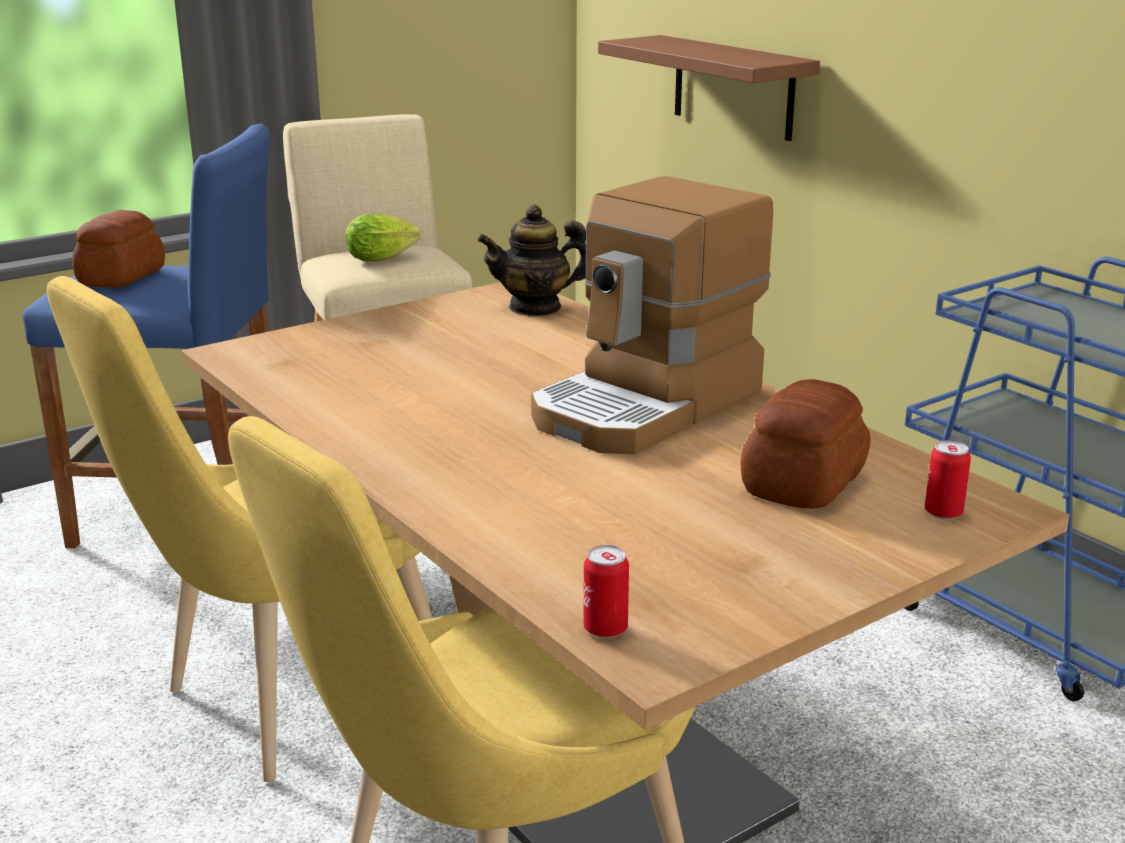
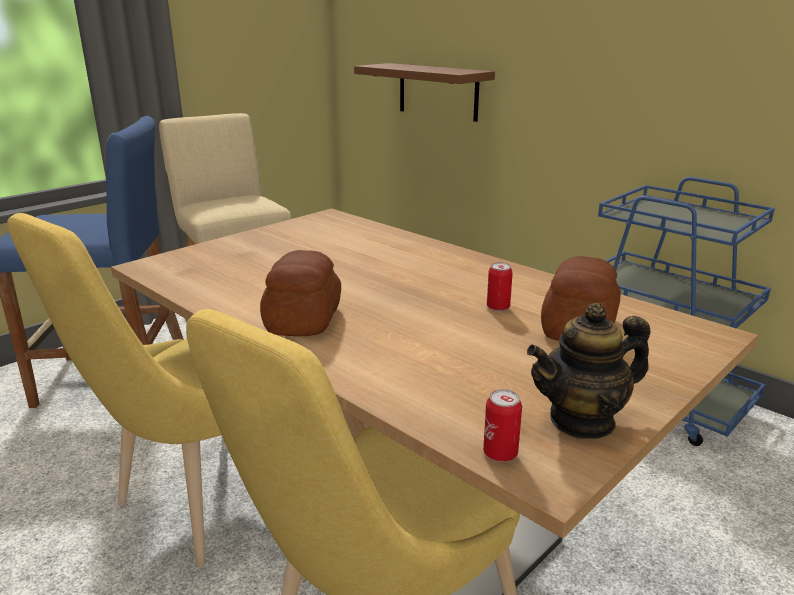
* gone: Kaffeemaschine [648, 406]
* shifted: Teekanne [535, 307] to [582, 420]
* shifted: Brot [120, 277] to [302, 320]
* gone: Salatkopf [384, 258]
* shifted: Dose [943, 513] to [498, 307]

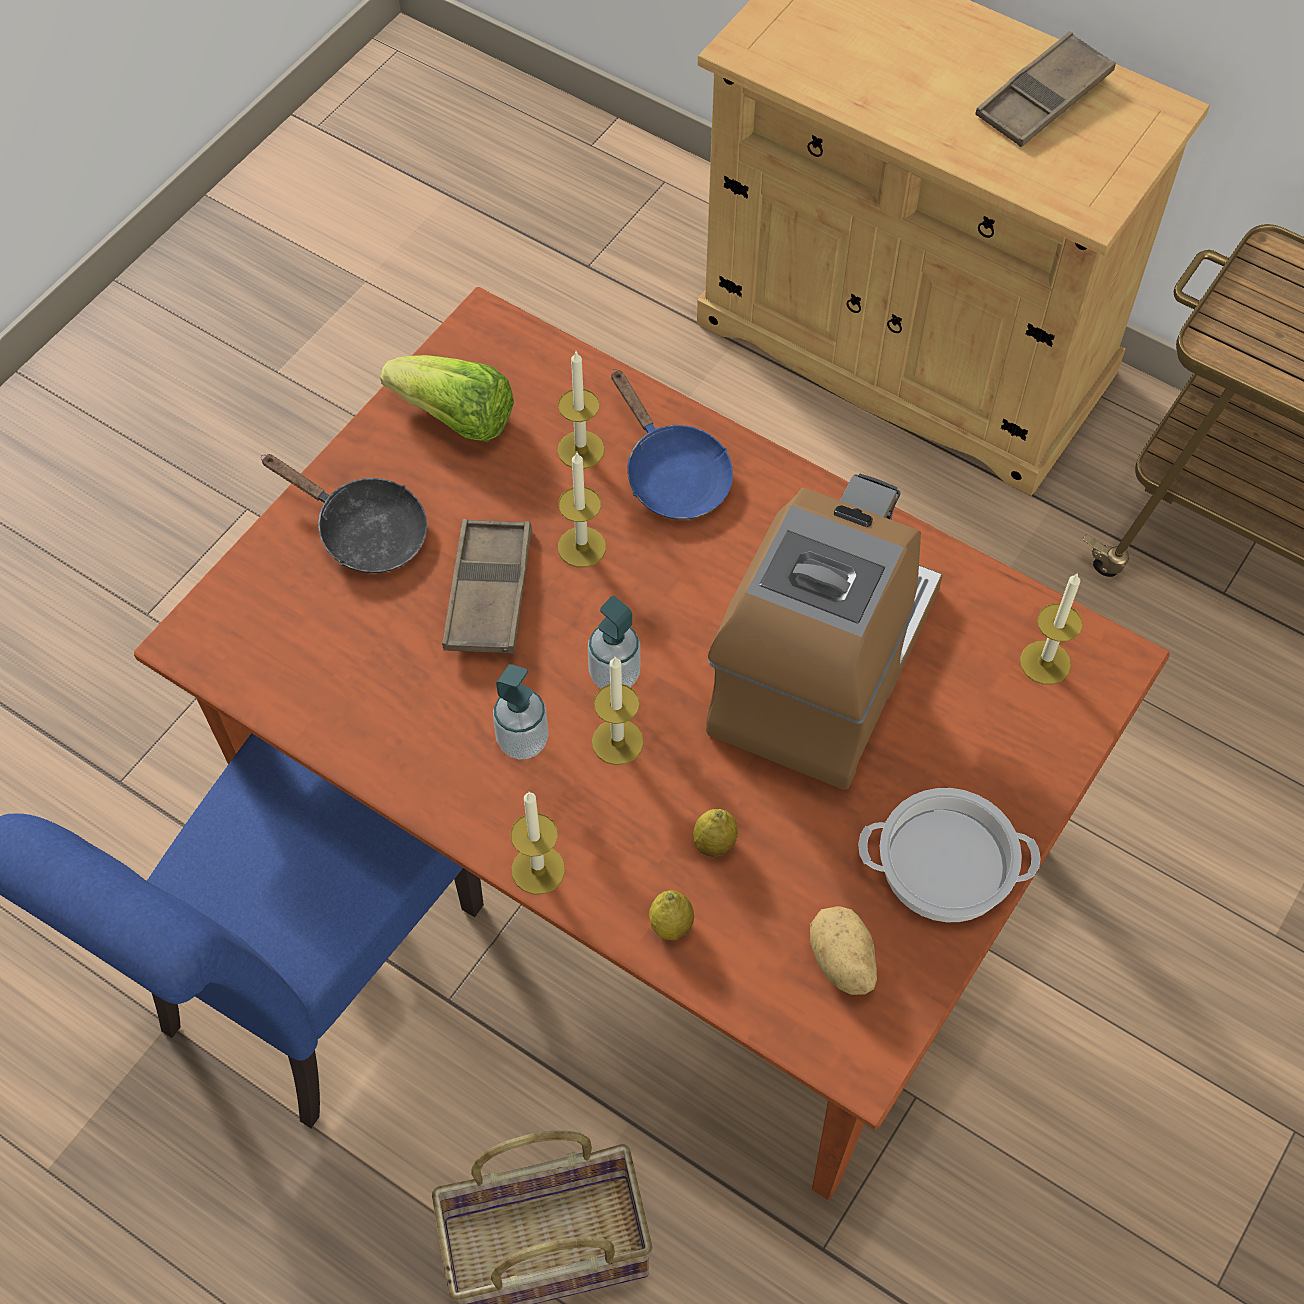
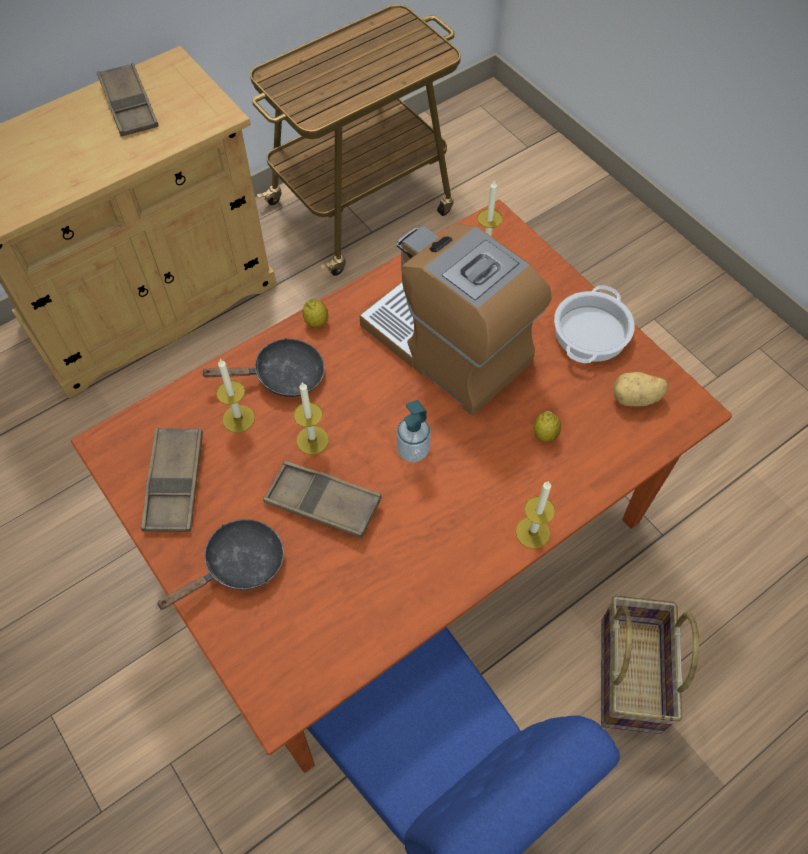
* swapped: Salatkopf [455, 418] to Tablett/braun [175, 483]
* repainted: Pfanne/blau [672, 474] to Pfanne/schwarz [282, 376]
* gone: Kerze [617, 742]
* gone: Seifenspender [523, 741]
* shifted: Zitrone [671, 925] to [316, 322]

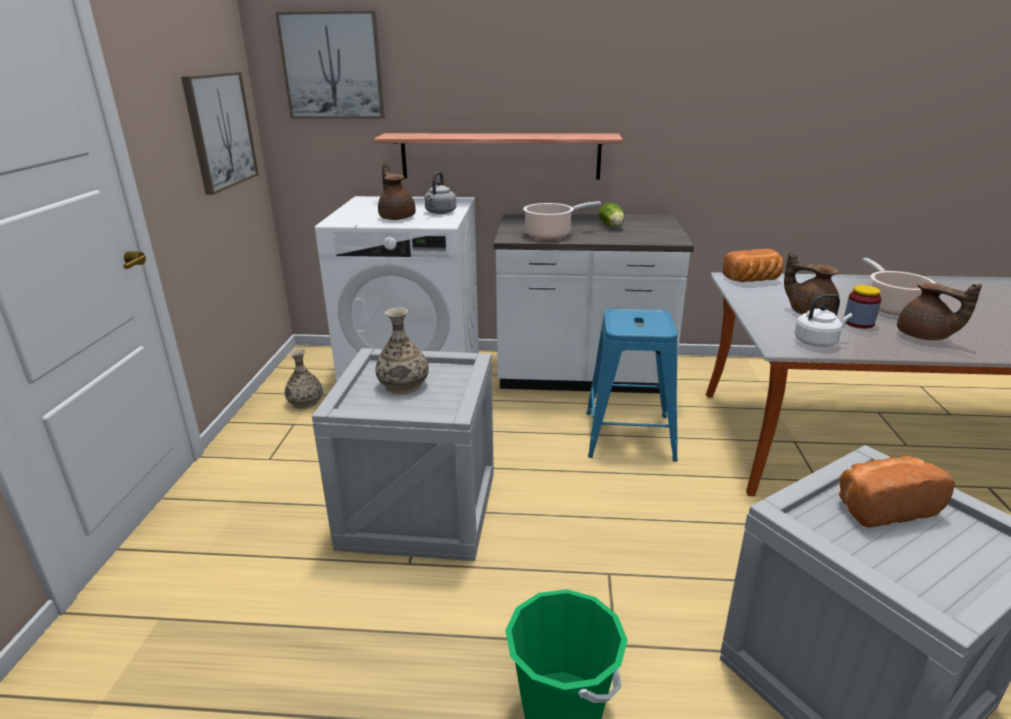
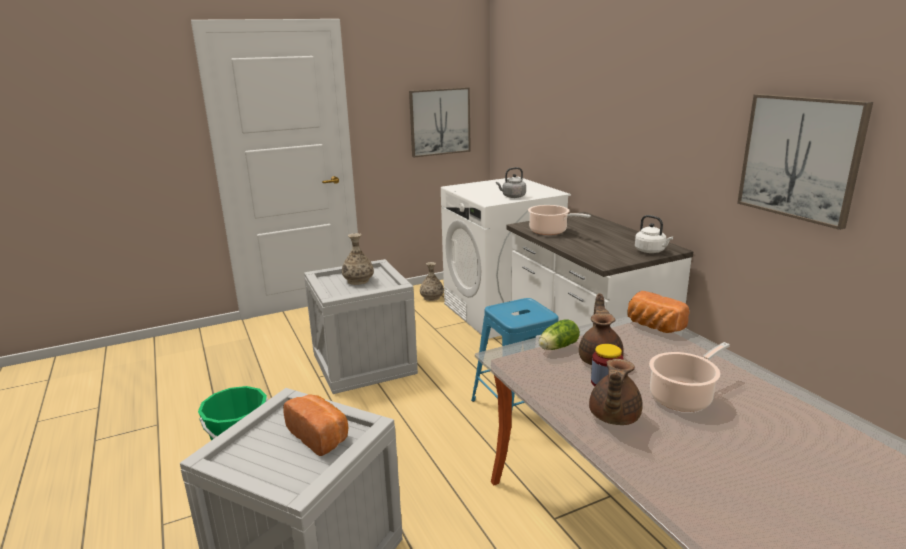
* shifted: Bild [332, 66] to [800, 158]
* gone: Wandregal [500, 156]
* gone: Teekanne/braun [397, 217]
* shifted: Salatkopf [612, 226] to [556, 347]
* shifted: Wasserkessel/weiß [817, 342] to [651, 251]

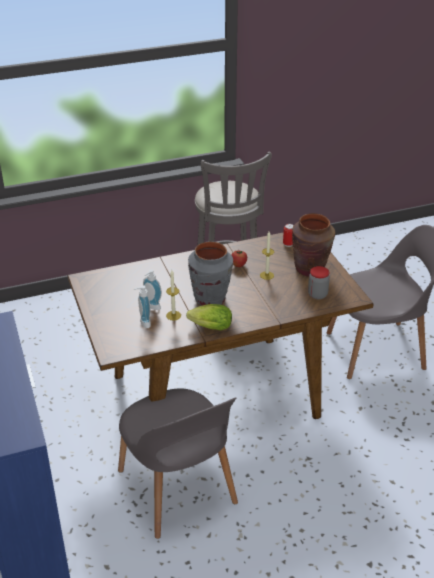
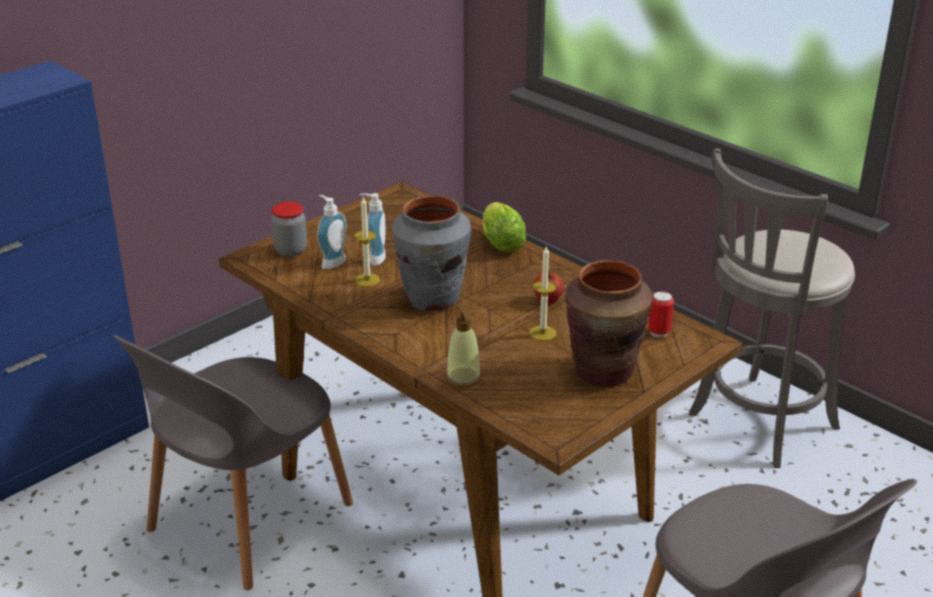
* shifted: Vorratsglas [317, 295] to [291, 250]
* shifted: Salatkopf [208, 327] to [500, 242]
* new: Seifenspender [463, 378]

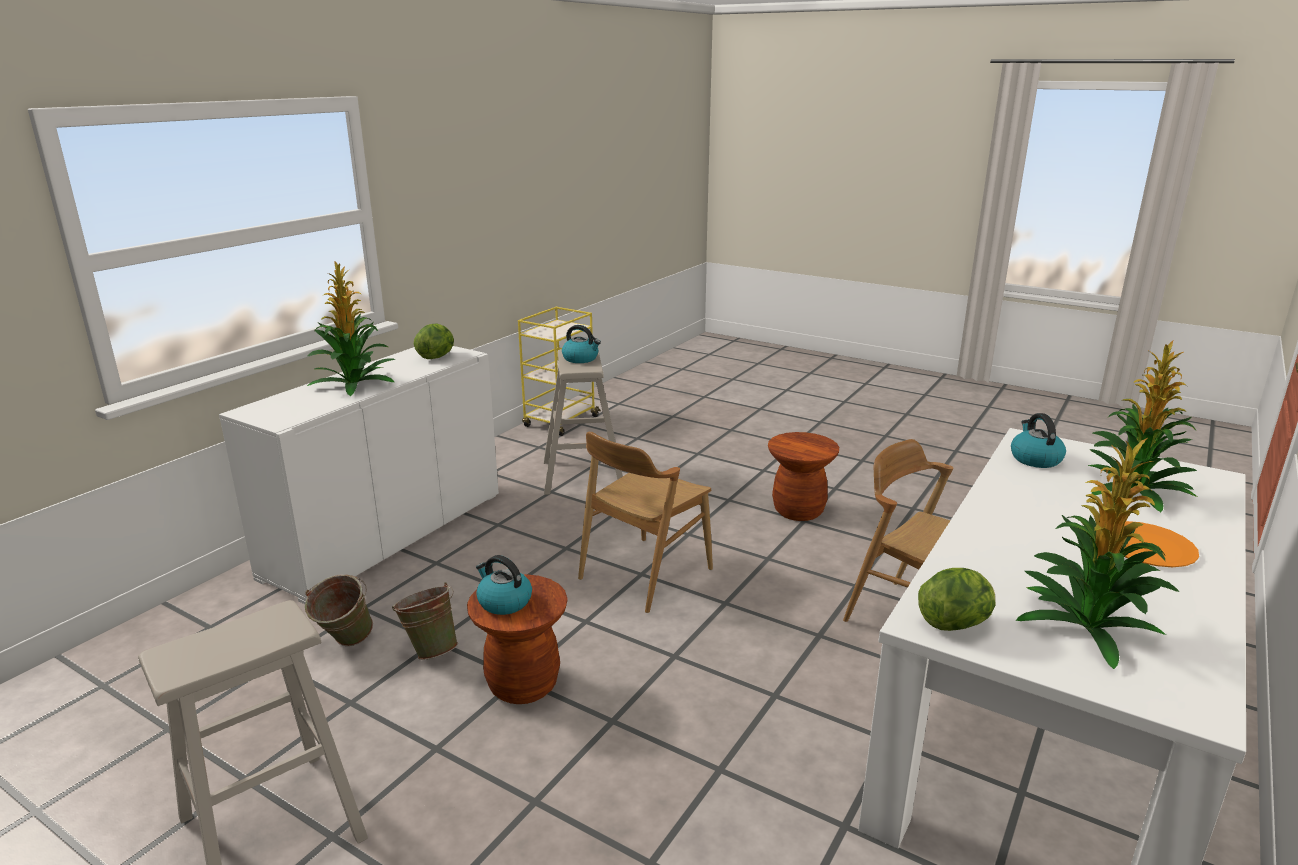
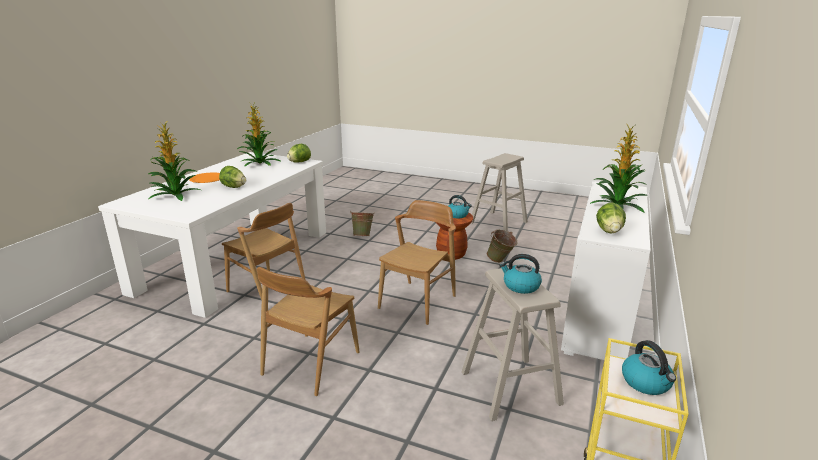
* shifted: Wasserkessel [1035, 459] to [646, 383]
* swapped: Hocker/braun [798, 510] to Stuhl/braun [310, 363]
* shifted: Eimer/grün [345, 644] to [363, 236]
* new: Salatkopf [233, 187]

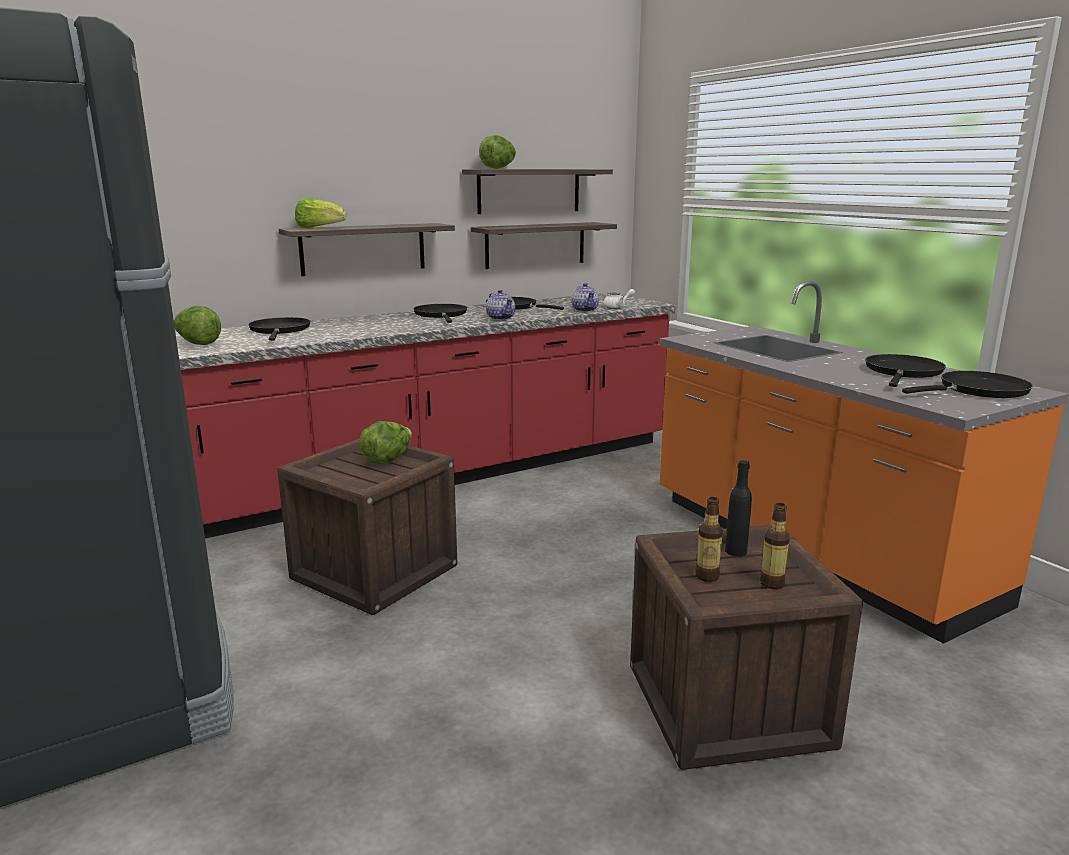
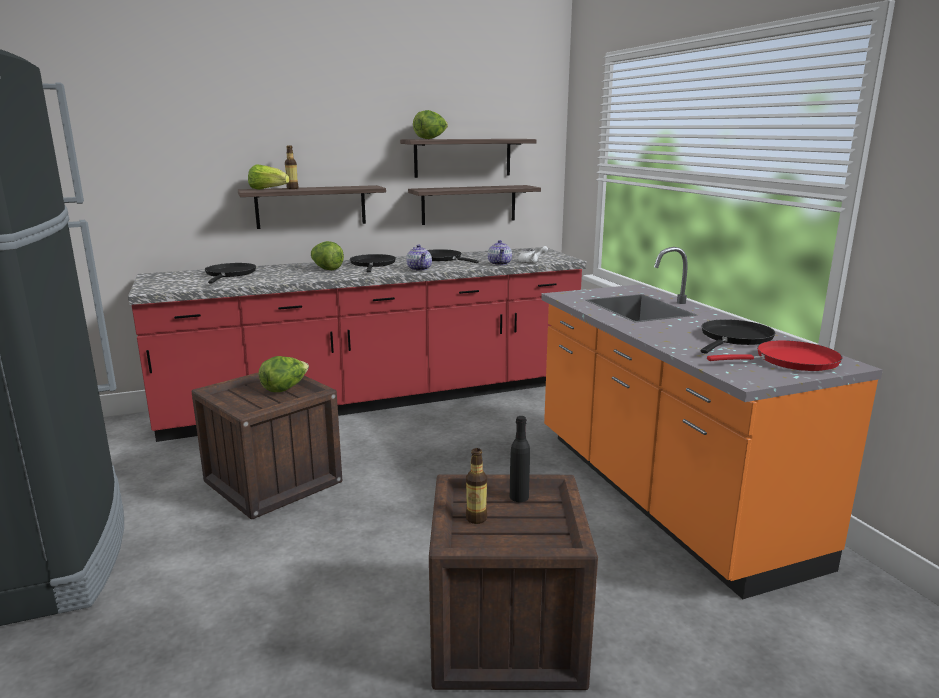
* shifted: Salatkopf [198, 344] to [326, 269]
* repainted: Pfanne/schwarz [978, 390] to Pfanne/rot [791, 361]
* shifted: Flasche [772, 583] to [292, 188]

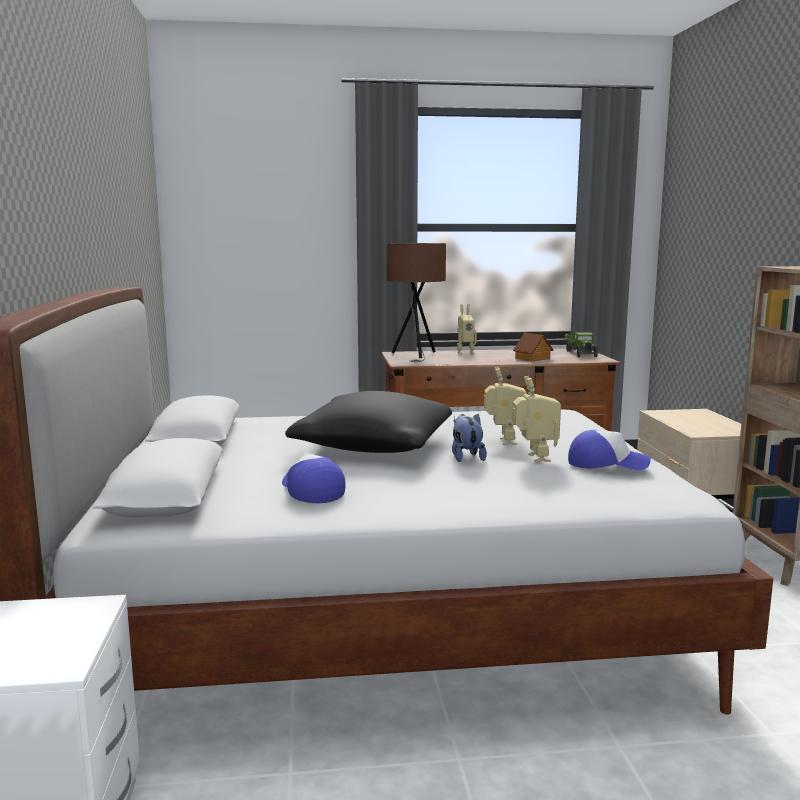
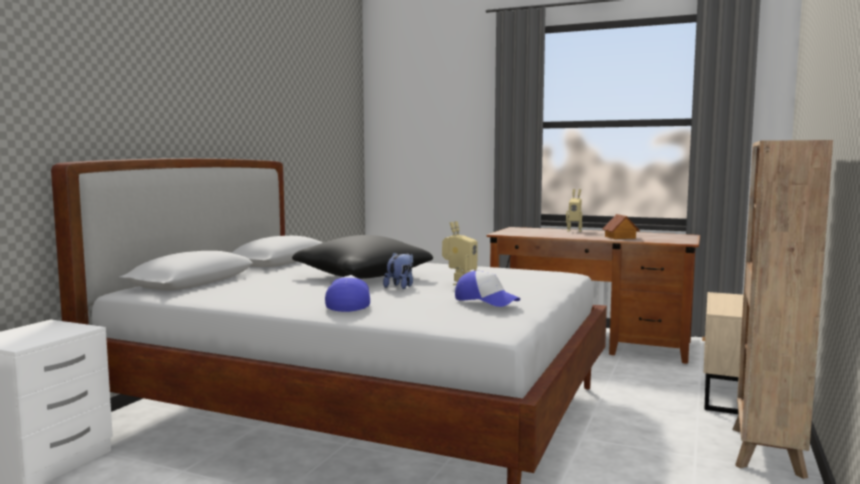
* gone: Tischlampe/braun [415, 356]
* gone: Spielzeuglaster [581, 353]
* gone: Spielzeugroboter [534, 458]
* shifted: Kappe [311, 490] to [349, 304]

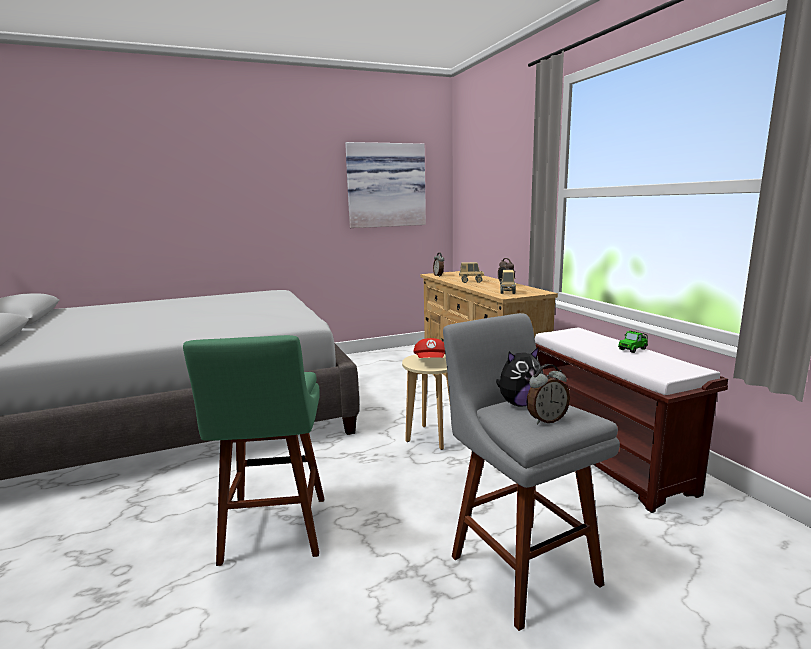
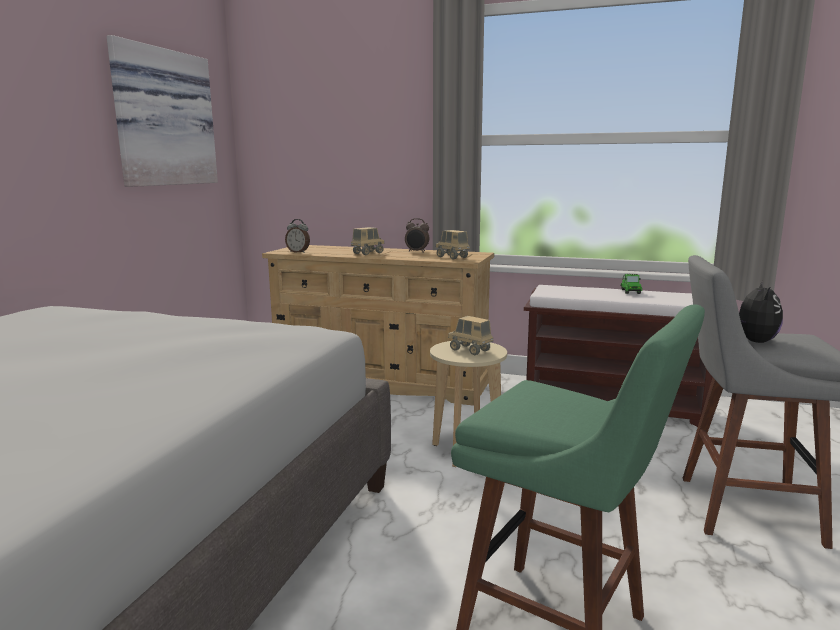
* swapped: Kappe/rot [431, 361] to Spielzeuglaster [470, 350]
* gone: Wecker [546, 420]

